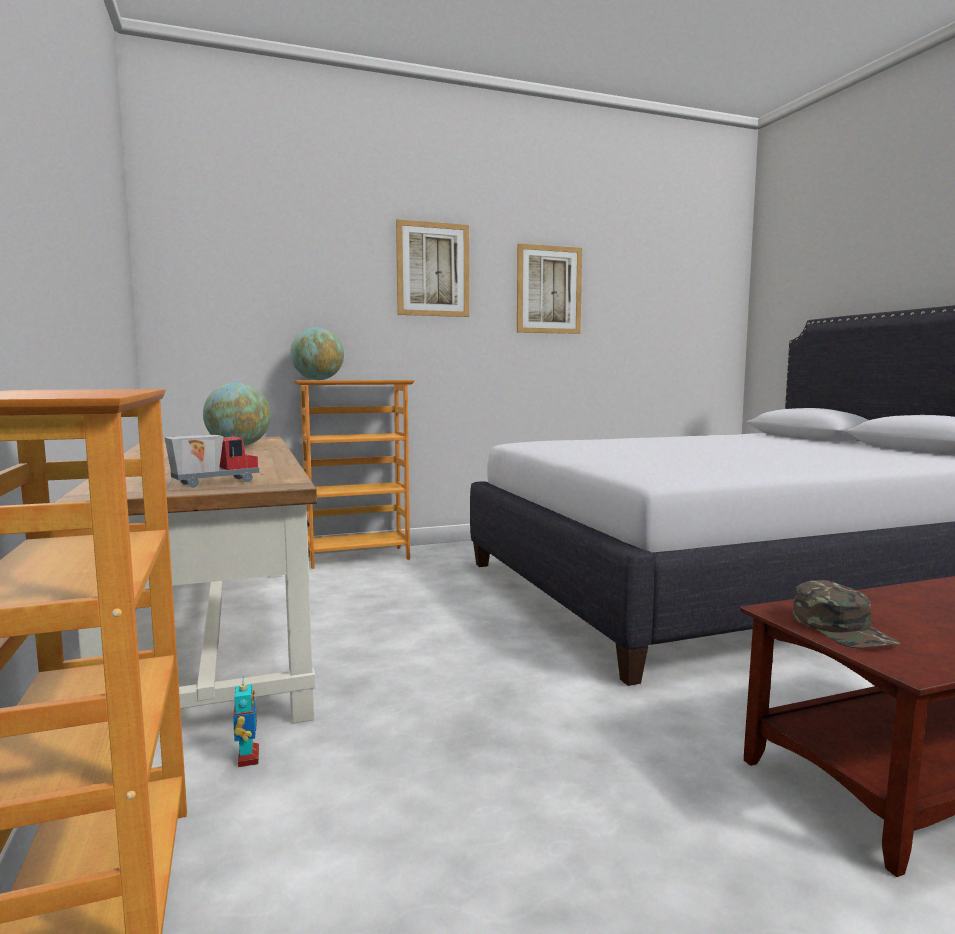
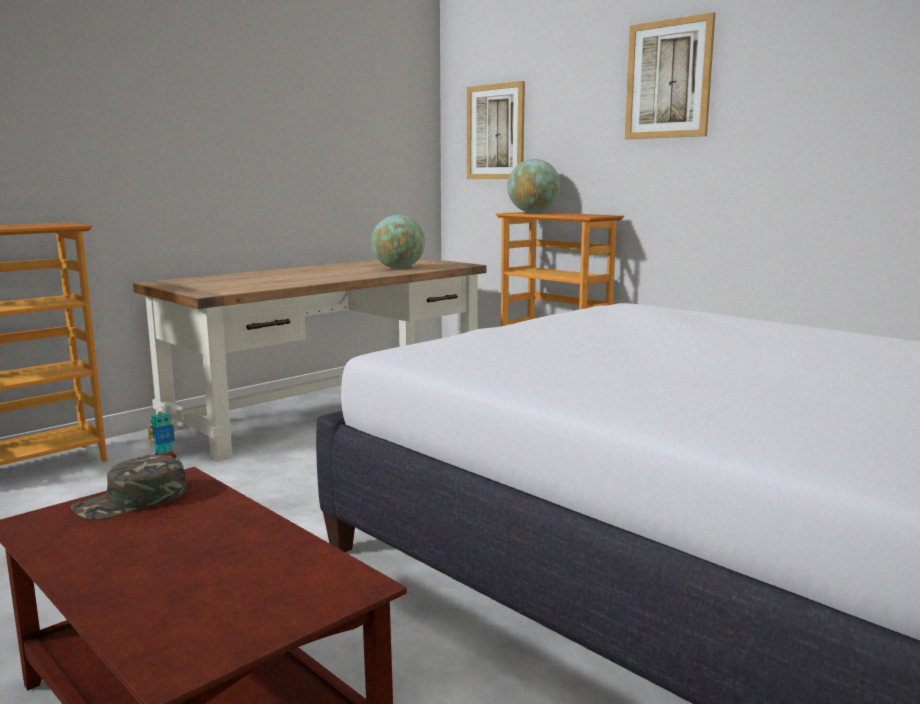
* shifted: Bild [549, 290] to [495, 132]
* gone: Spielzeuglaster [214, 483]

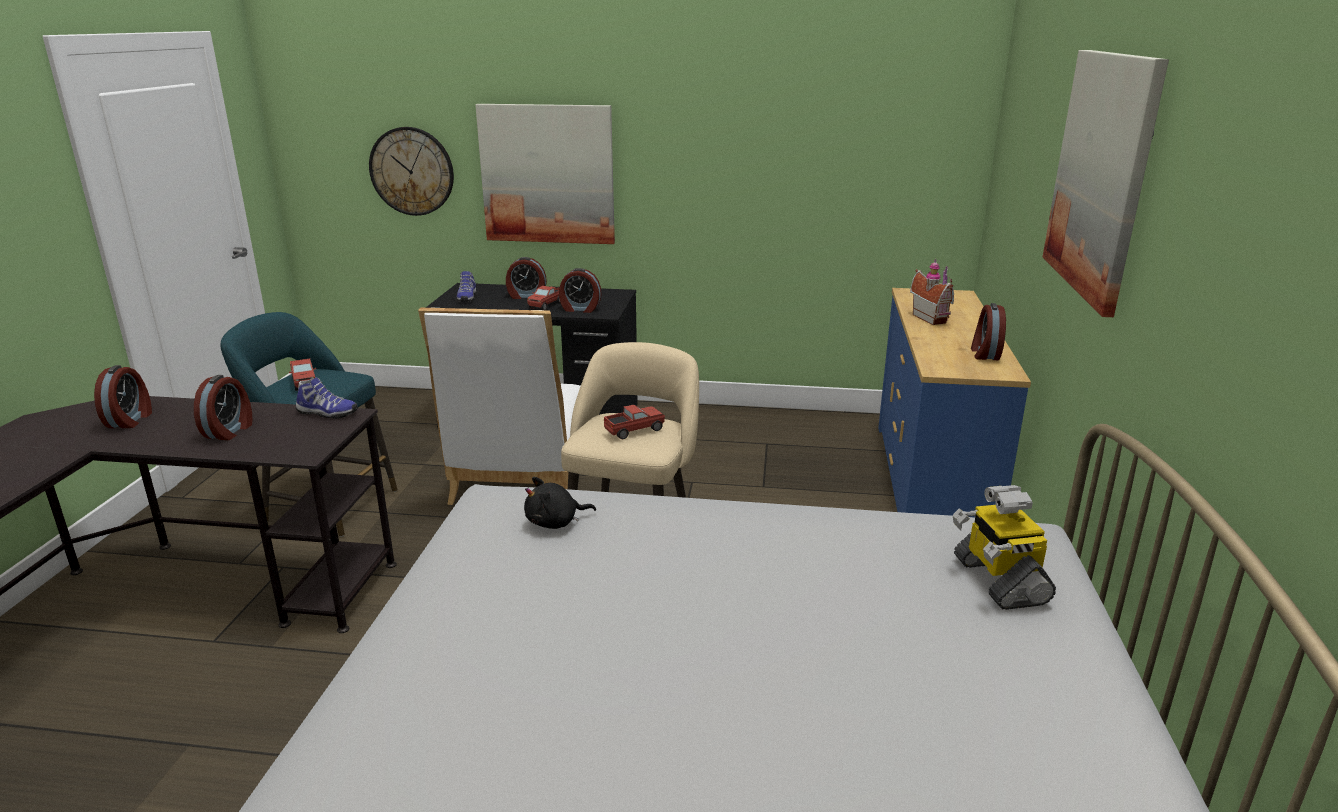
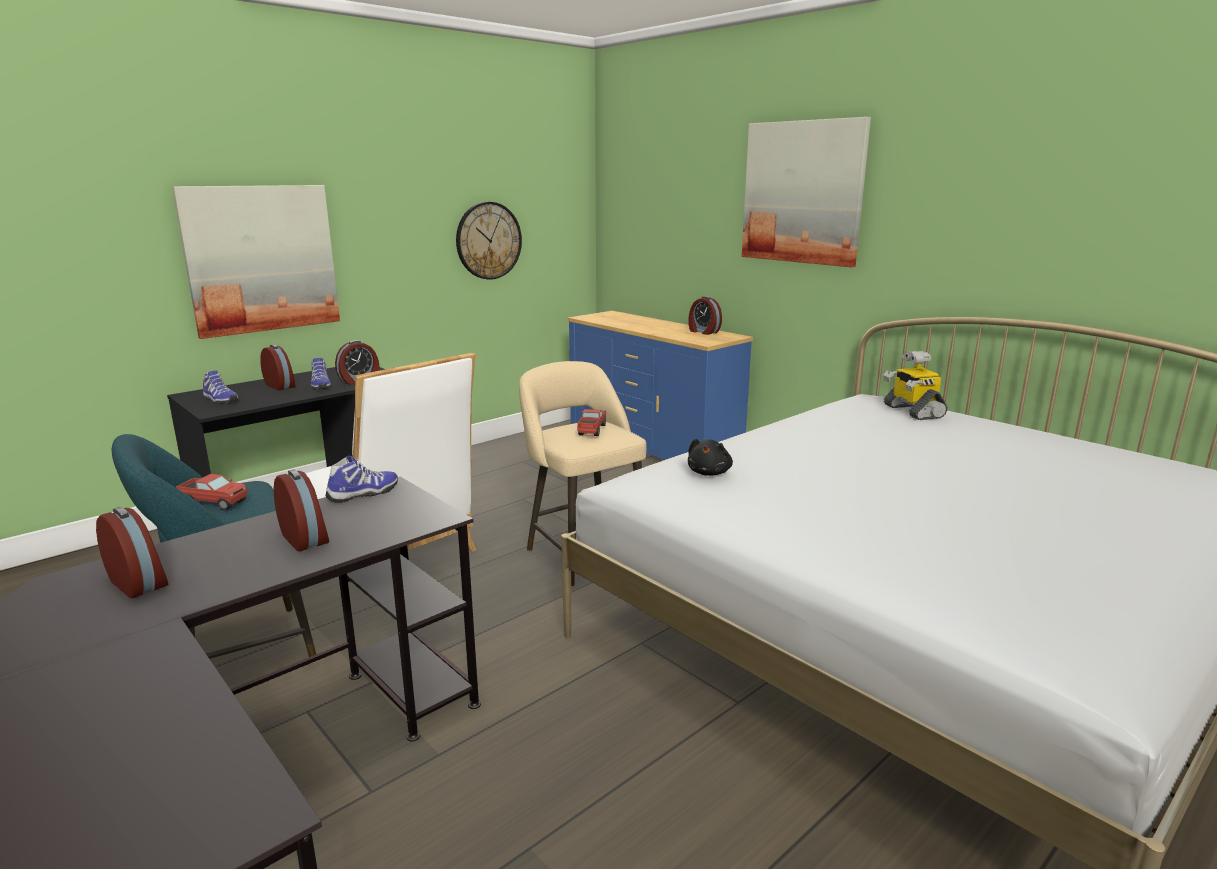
* shifted: Wanduhr [412, 171] to [488, 240]
* rotated: Wecker [526, 296] = [280, 386] 90 degrees counterclockwise
* gone: Spielzeughaus [931, 318]
* swapped: Spielzeuglaster [546, 305] to Schuh [320, 386]
* rotated: Spielzeugroboter [998, 580] = [912, 411] 45 degrees clockwise

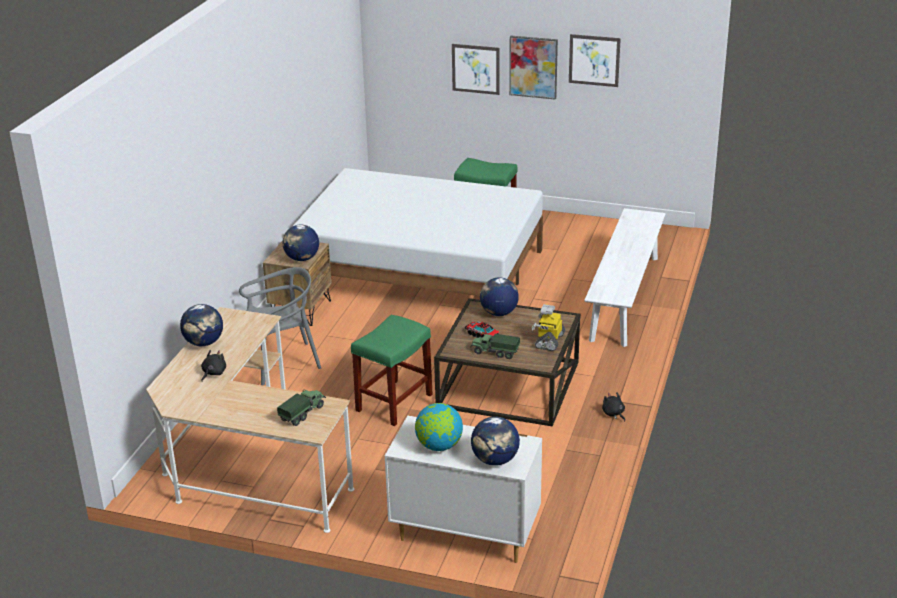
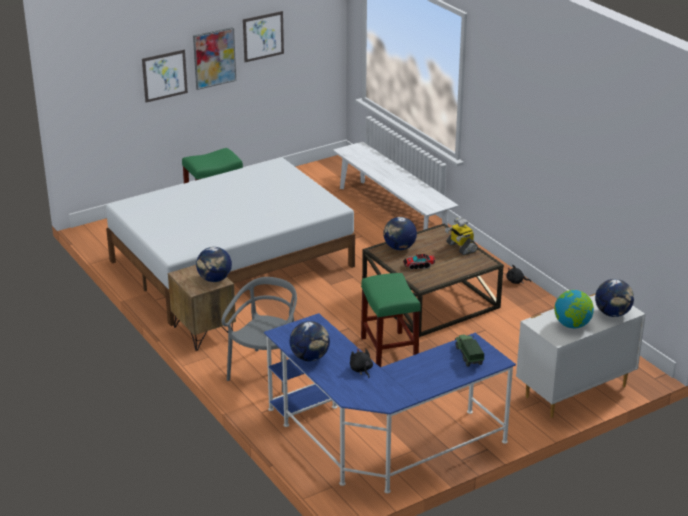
* repainted: Schreibtisch/beige [246, 464] to Schreibtisch/blau [380, 442]
* gone: Spielzeuglaster [494, 352]

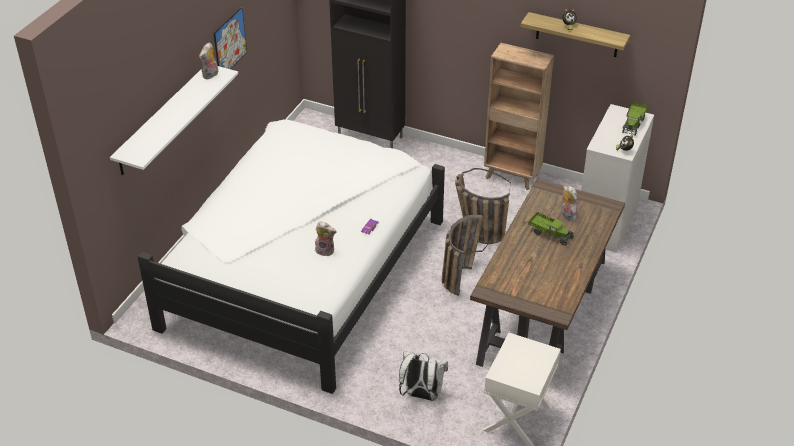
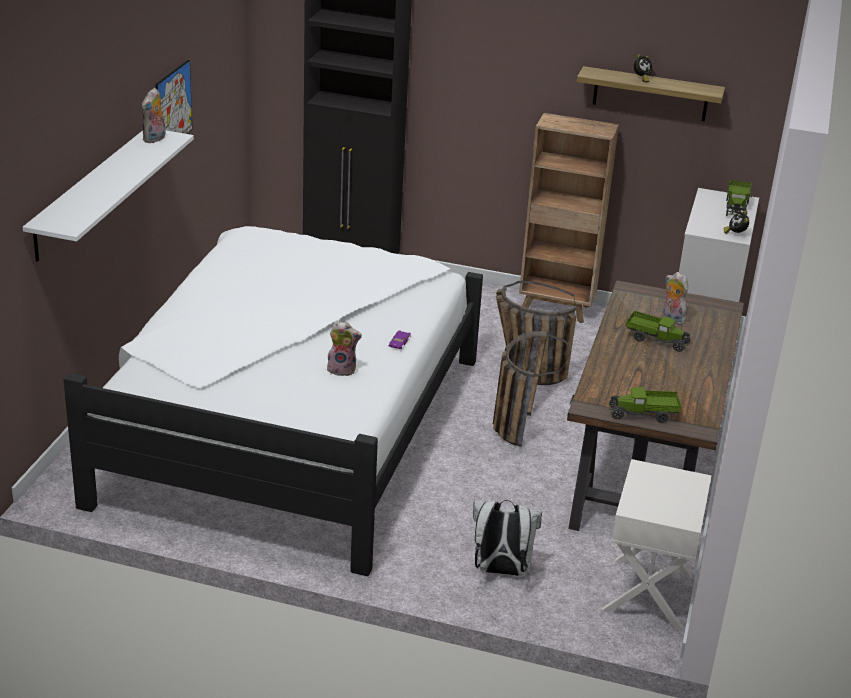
* new: Spielzeuglaster [643, 415]

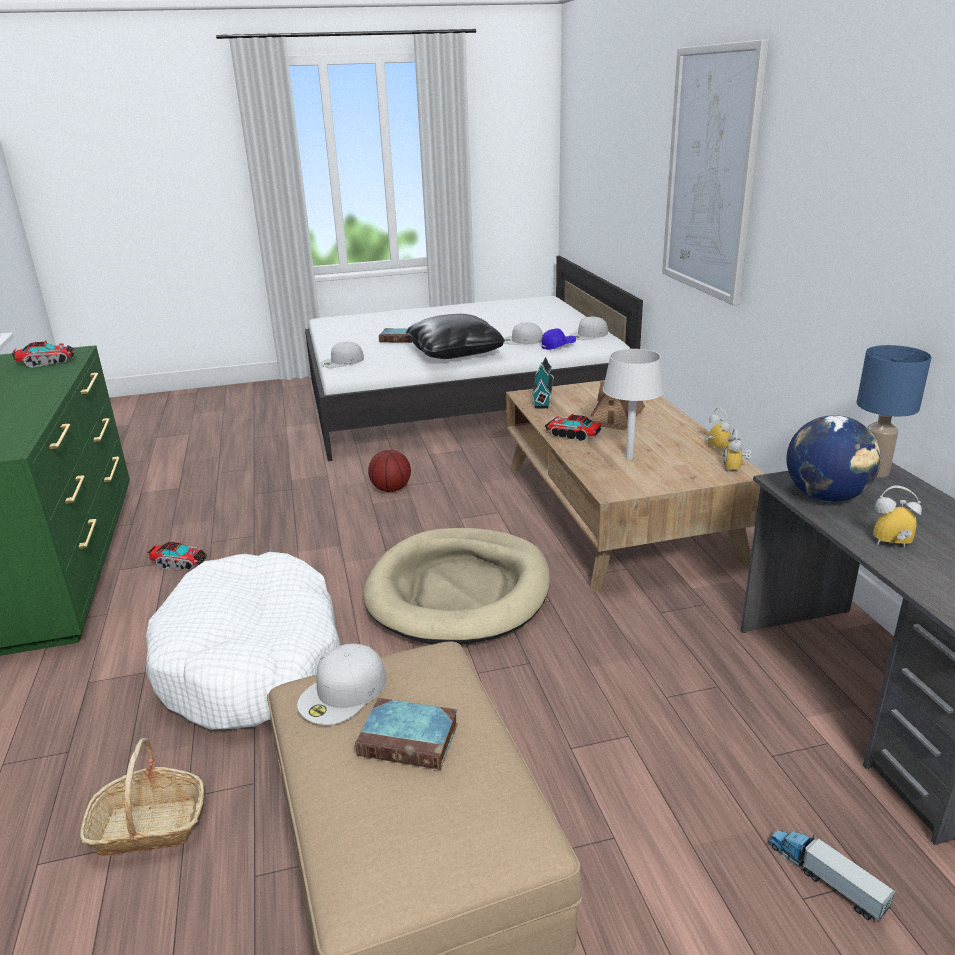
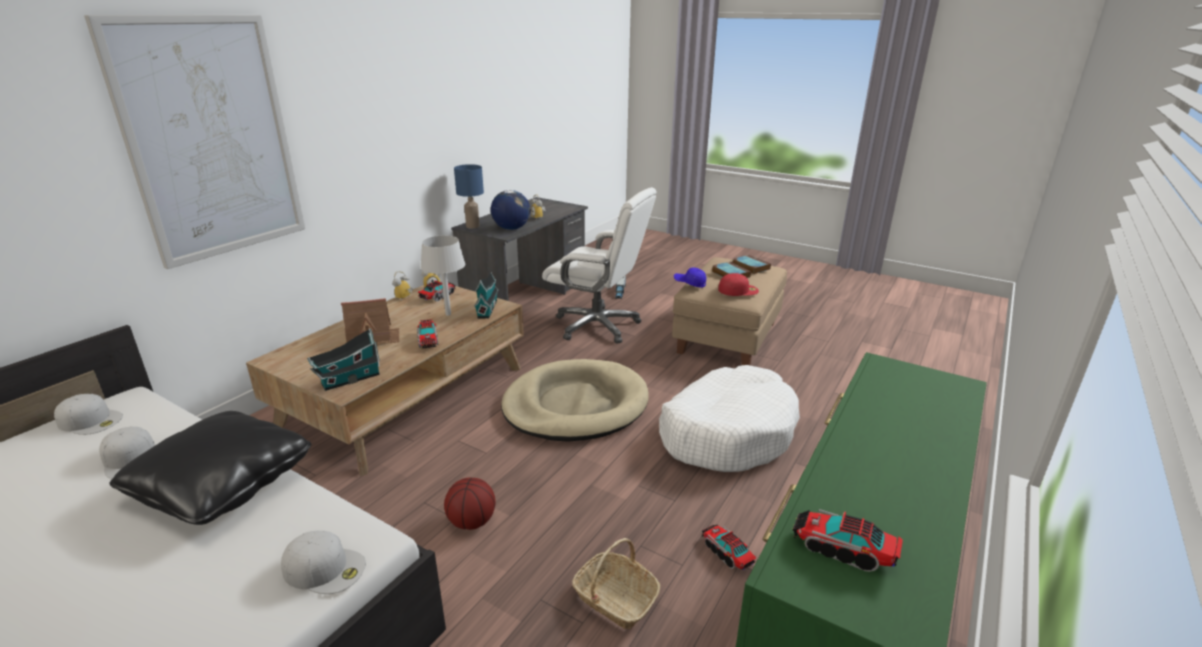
* shifted: Buch [399, 338] to [750, 267]
* shifted: Kappe/blau [558, 346] to [689, 283]
* repainted: Kappe/weiß [343, 692] to Kappe/rot [738, 290]
* shifted: Korb [149, 826] to [615, 599]
* new: Bürostuhl/weiß [598, 325]
* new: Spielzeughaus [487, 308]
* new: Spielzeuglaster [438, 296]

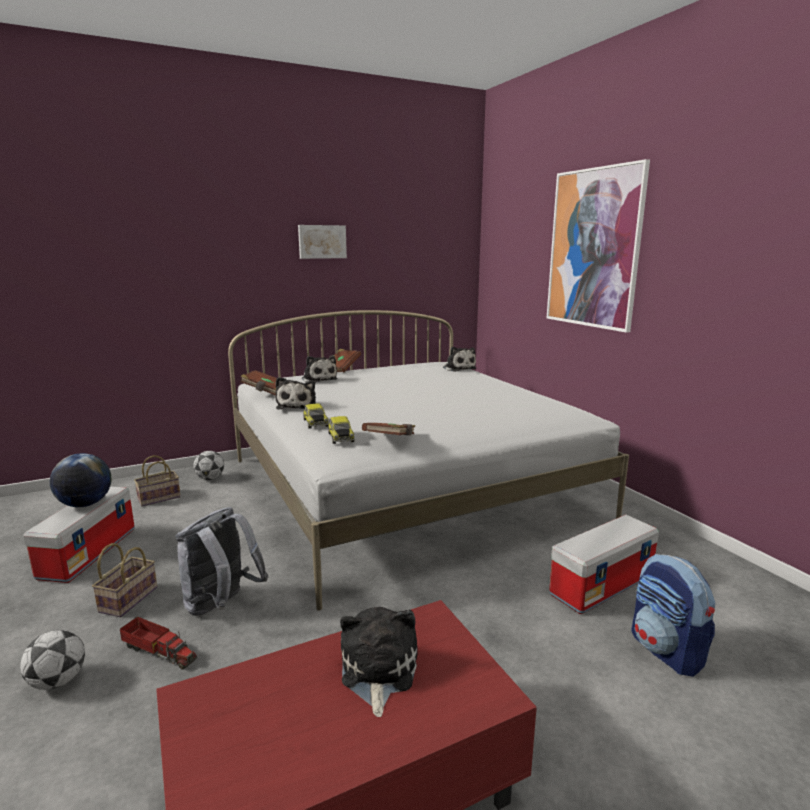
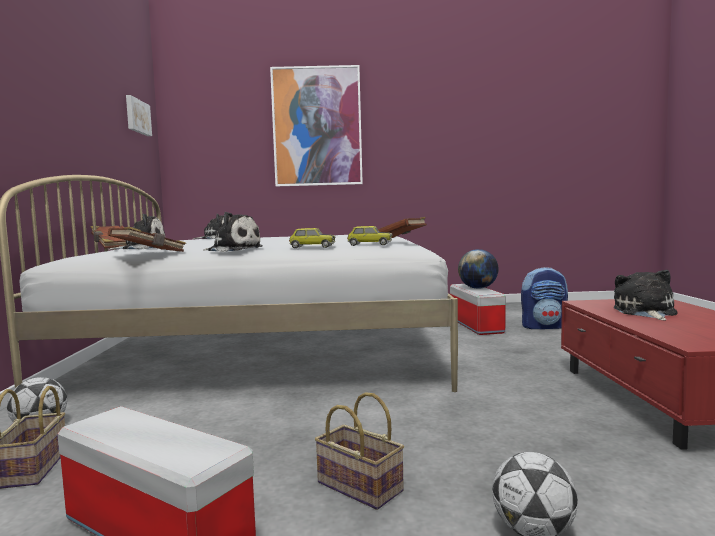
* shifted: Bild [322, 241] to [137, 116]
* shifted: Globus [85, 504] to [478, 288]
* gone: Rucksack/grau [221, 605]
* rotated: Plüschtier [377, 671] = [645, 312] 75 degrees clockwise
* gone: Spielzeuglaster [158, 651]

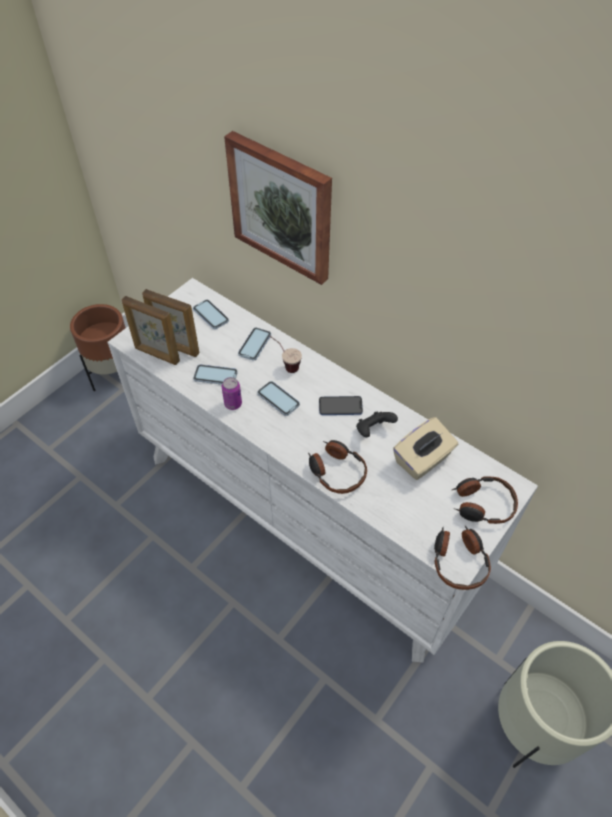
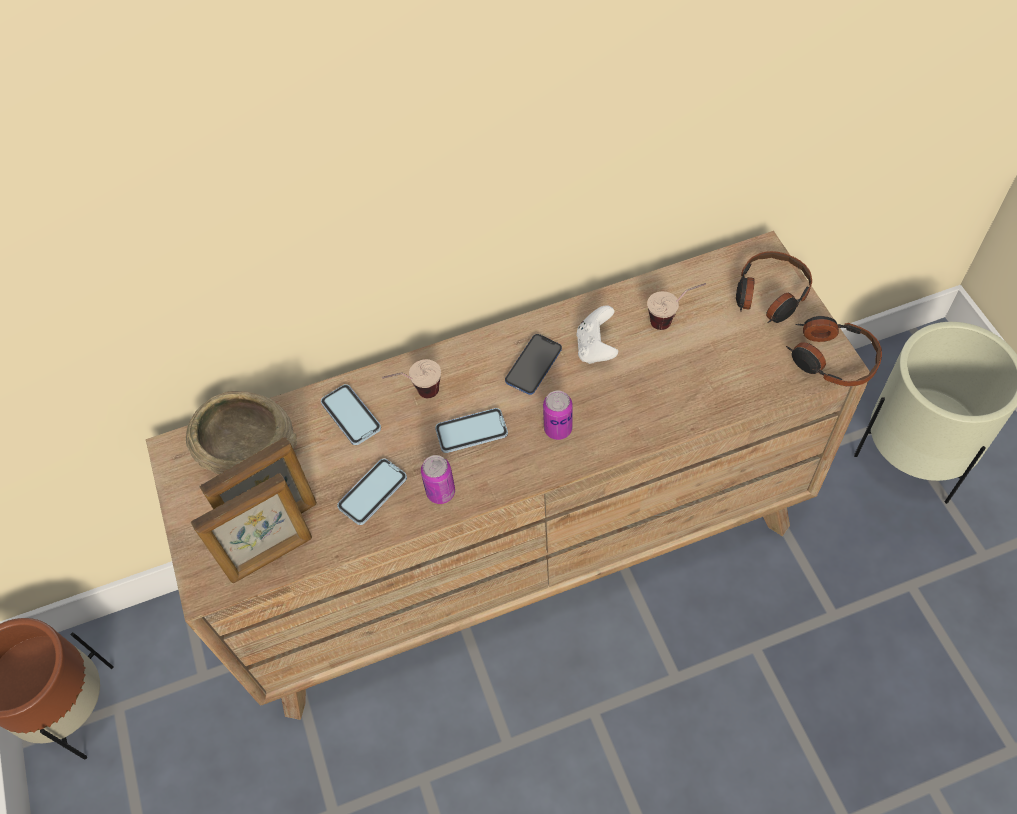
* gone: Bild [282, 207]
* repainted: Kommode/weiß [306, 517] to Kommode/braun [522, 552]
* swapped: Handy [211, 315] to Schüssel/beige [248, 447]
* repainted: Gamepad/schwarz [373, 430] to Gamepad/weiß [596, 348]
* swapped: Taschentuchbox/beige [422, 460] to Tasse [673, 320]
* gone: Kopfhörer [336, 471]
* new: Dose [558, 429]

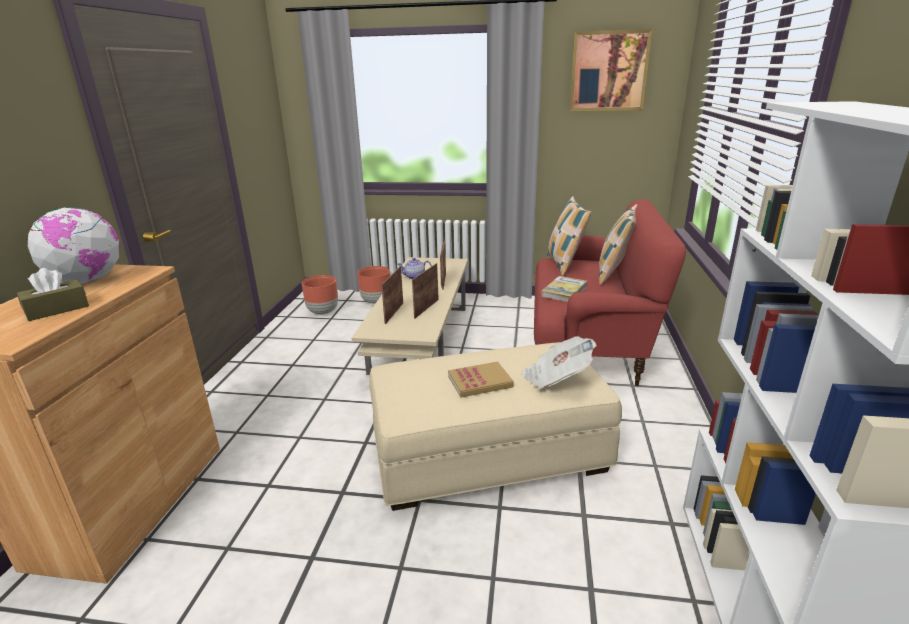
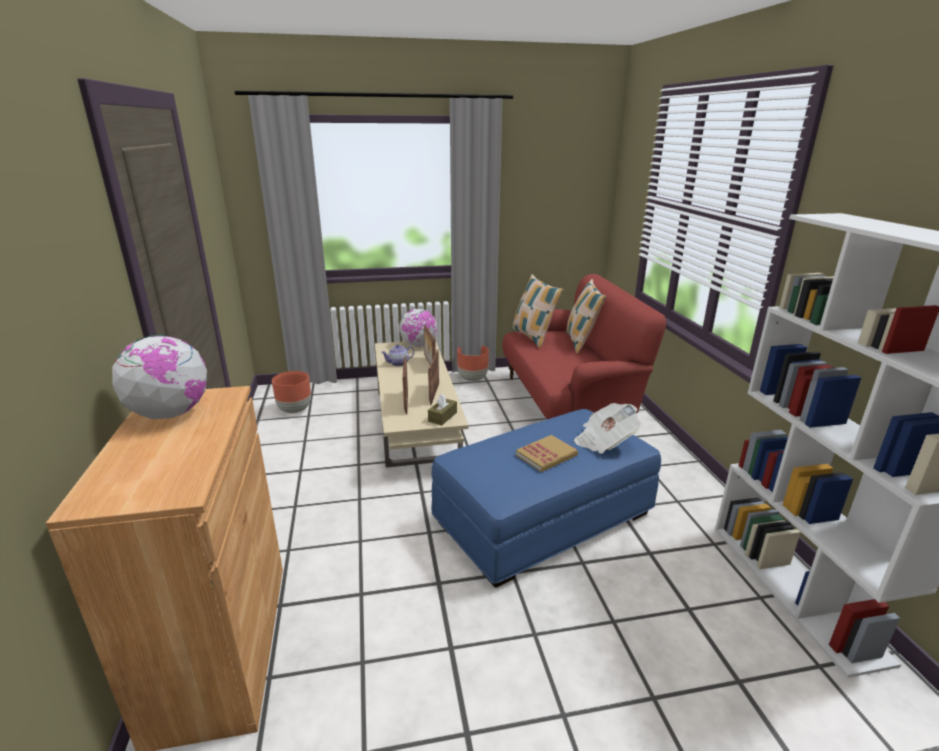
* gone: Bild [608, 71]
* shifted: Pflanzkübel/braun [376, 301] to [473, 379]
* shifted: Taschentuchbox/braun [57, 309] to [442, 417]
* gone: Buch [564, 291]
* repainted: Polsterhocker/beige [487, 452] to Polsterhocker/blau [543, 518]
* new: Globus [419, 345]

